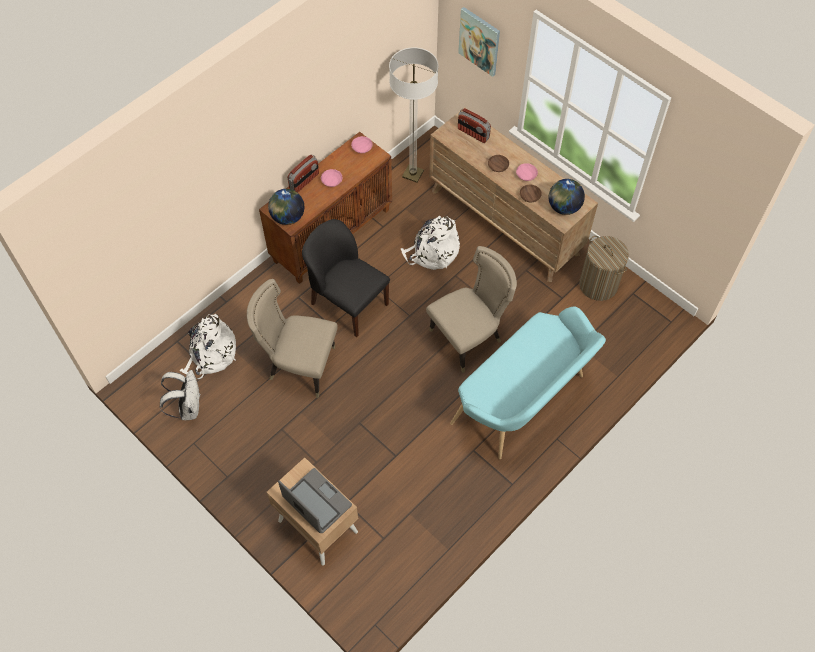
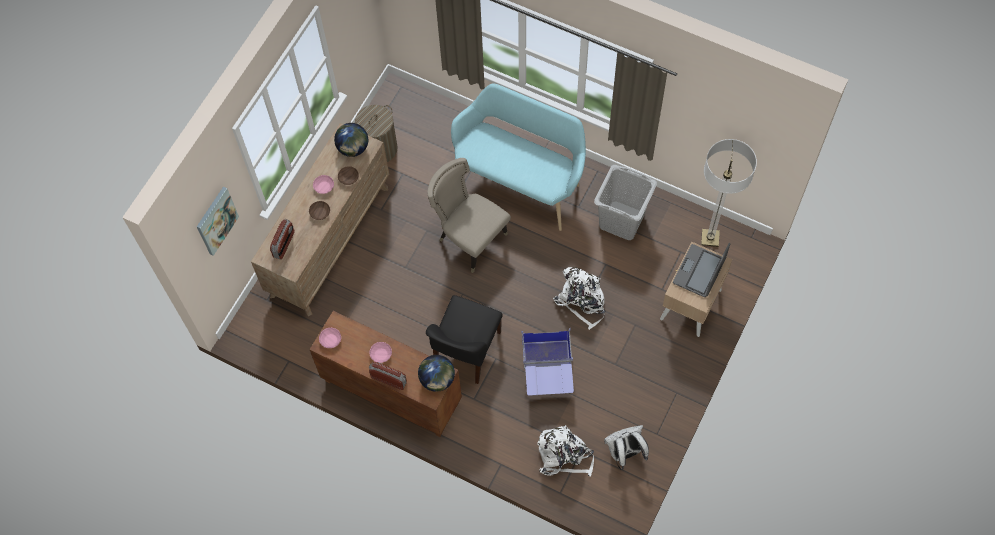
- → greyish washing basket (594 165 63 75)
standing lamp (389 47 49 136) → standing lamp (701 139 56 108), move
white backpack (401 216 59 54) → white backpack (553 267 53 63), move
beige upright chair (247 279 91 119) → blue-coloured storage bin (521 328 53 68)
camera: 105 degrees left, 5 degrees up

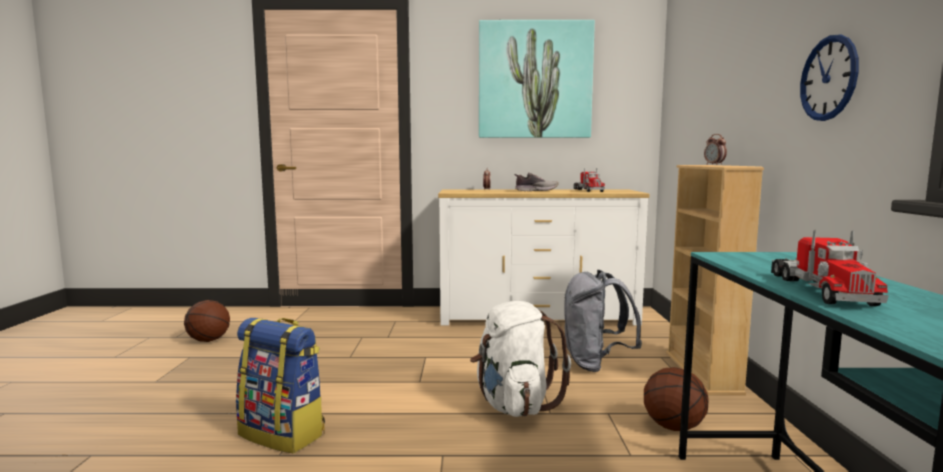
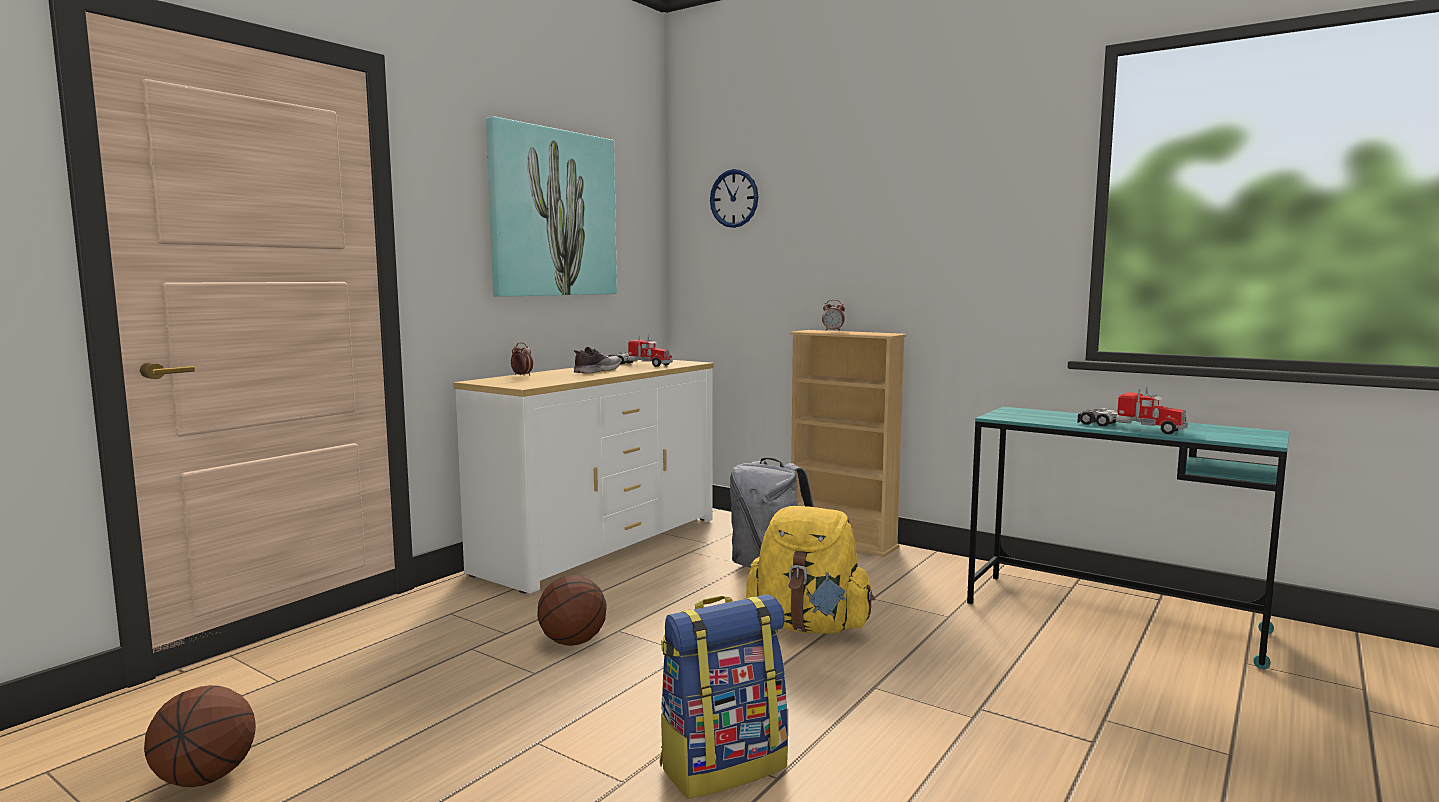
ball for basketball (644 367 65 64) → ball for basketball (537 575 70 71), move
hanging clock (800 35 59 86) → hanging clock (710 169 48 59), move
white backpack (470 301 101 116) → yellow backpack (746 506 129 128)
camera: 55 degrees left, 0 degrees up

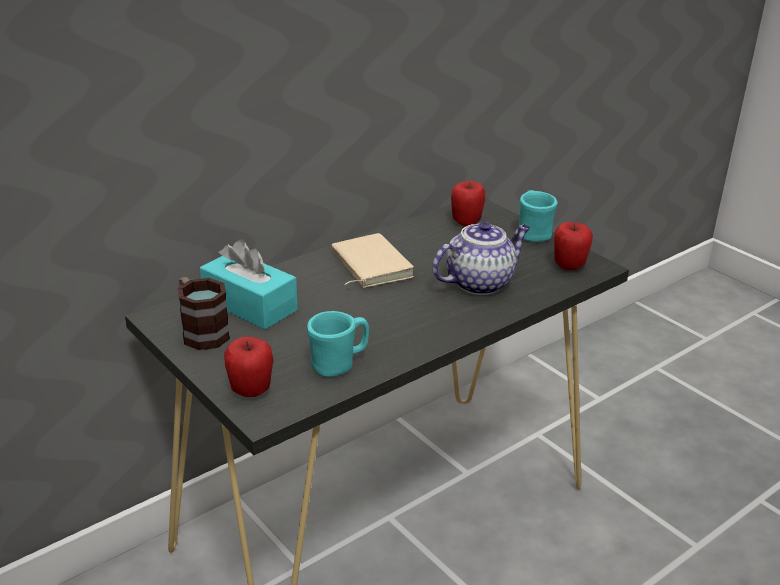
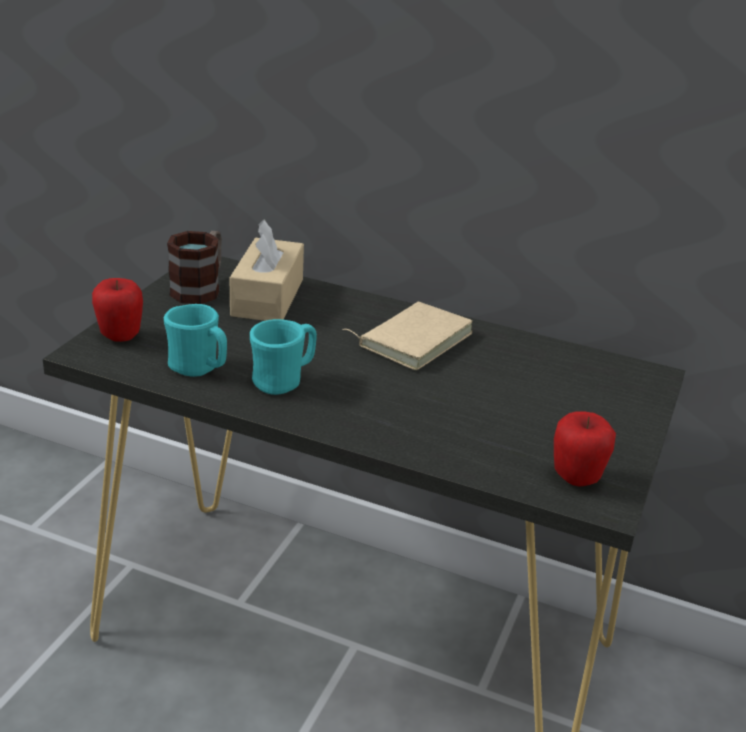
teapot (432 221 98 74) → -
apple (451 181 34 45) → -
blue-green coffee mug (519 190 39 52) → blue-green coffee mug (250 319 67 76), move
blue-green tissue holder (200 239 97 90) → beige tissue holder (230 219 74 102)
camera: 60 degrees right, 0 degrees up

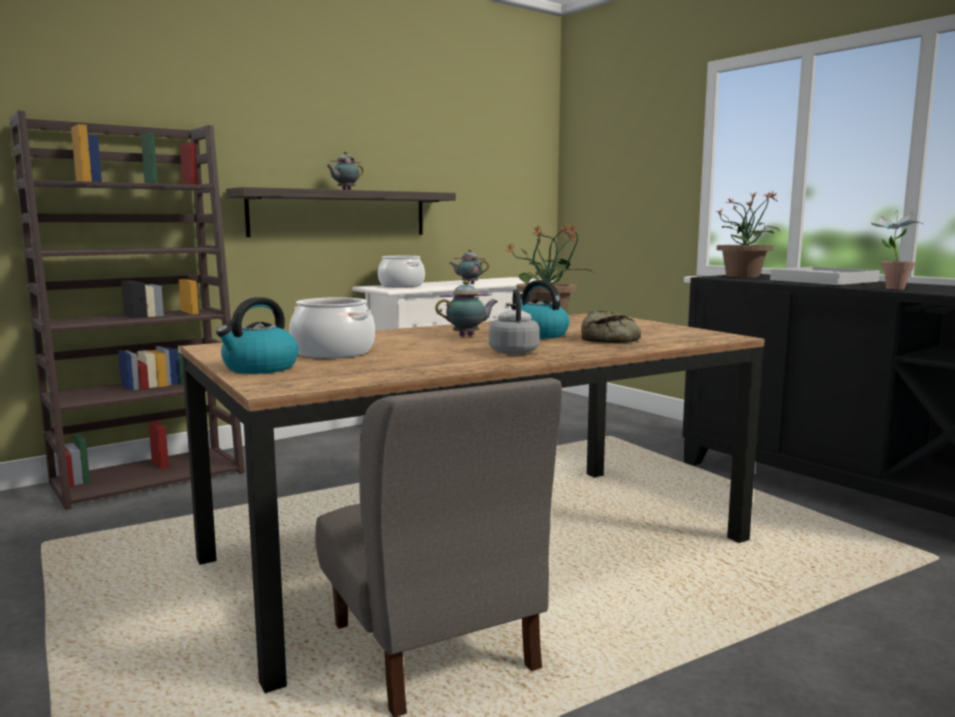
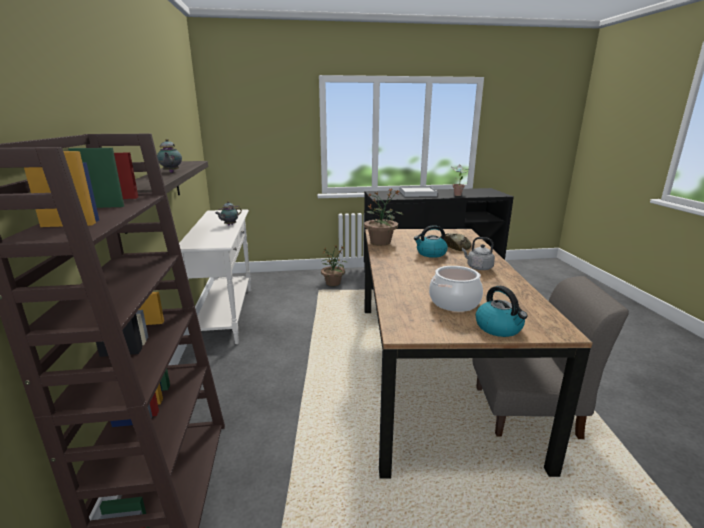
cooking pot (378 256 47 31) → -
teapot (435 281 63 55) → -
potted plant (715 192 65 86) → potted plant (321 244 26 42), move
camera: 60 degrees left, 10 degrees up

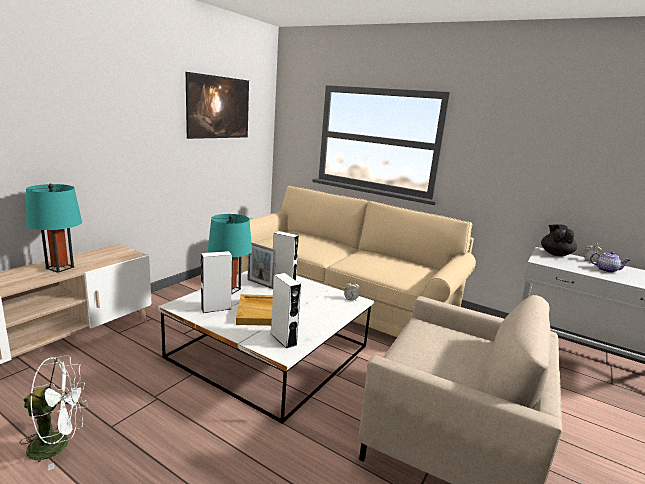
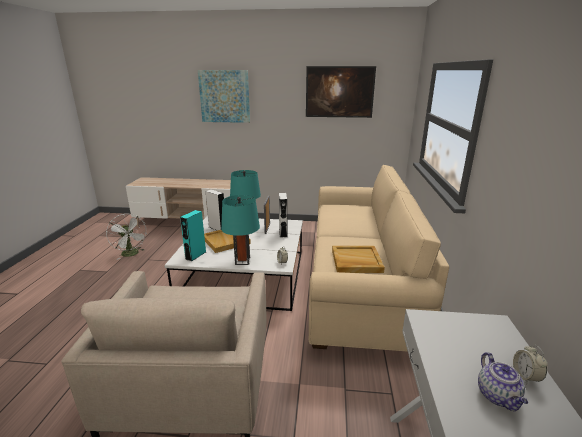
black-coloured teapot (541 225 36 31) → -
- → wall picture (198 70 52 53)
- → beige carrying tray (332 246 53 27)
blue-green table lamp (26 184 56 89) → blue-green table lamp (221 195 39 70), move
white loudspeaker (271 273 30 76) → blue-green loudspeaker (180 210 26 51)
camera: 65 degrees right, 5 degrees up

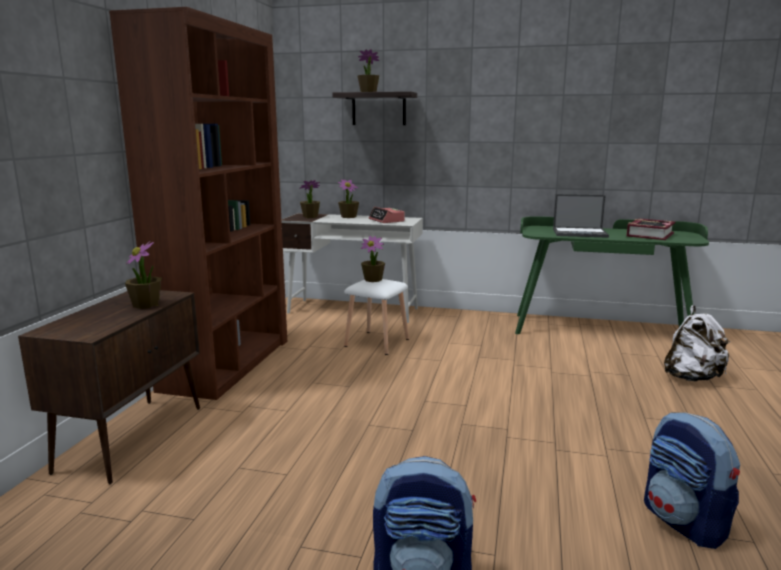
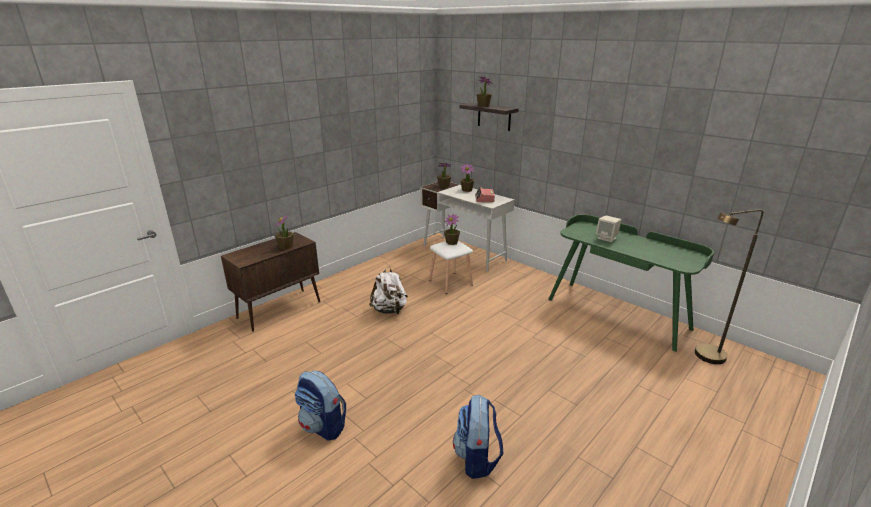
brownish bookcase (109 7 178 393) → -
book (627 218 49 22) → -
- → brownish standing lamp (695 210 69 154)
white backpack (664 305 67 76) → white backpack (369 266 39 48), move
notebook computer (553 194 56 44) → beige loudspeaker (596 216 25 26)
camera: 30 degrees right, 10 degrees up

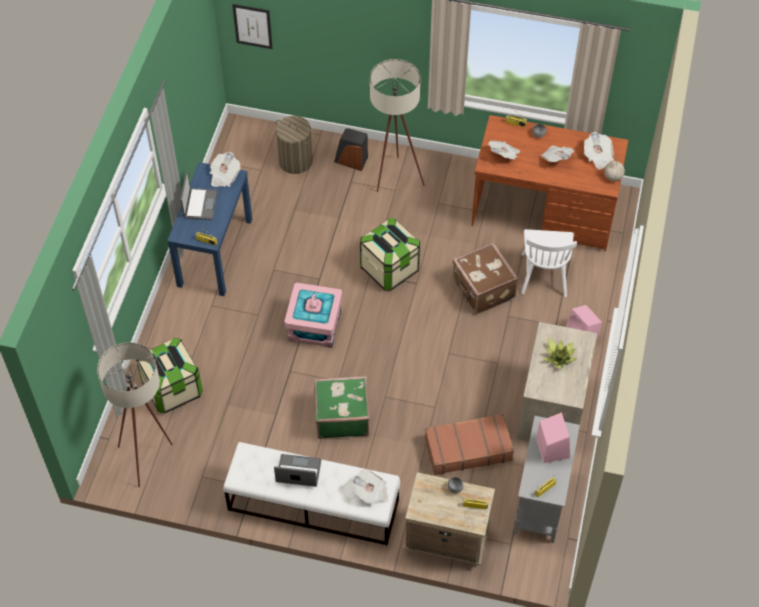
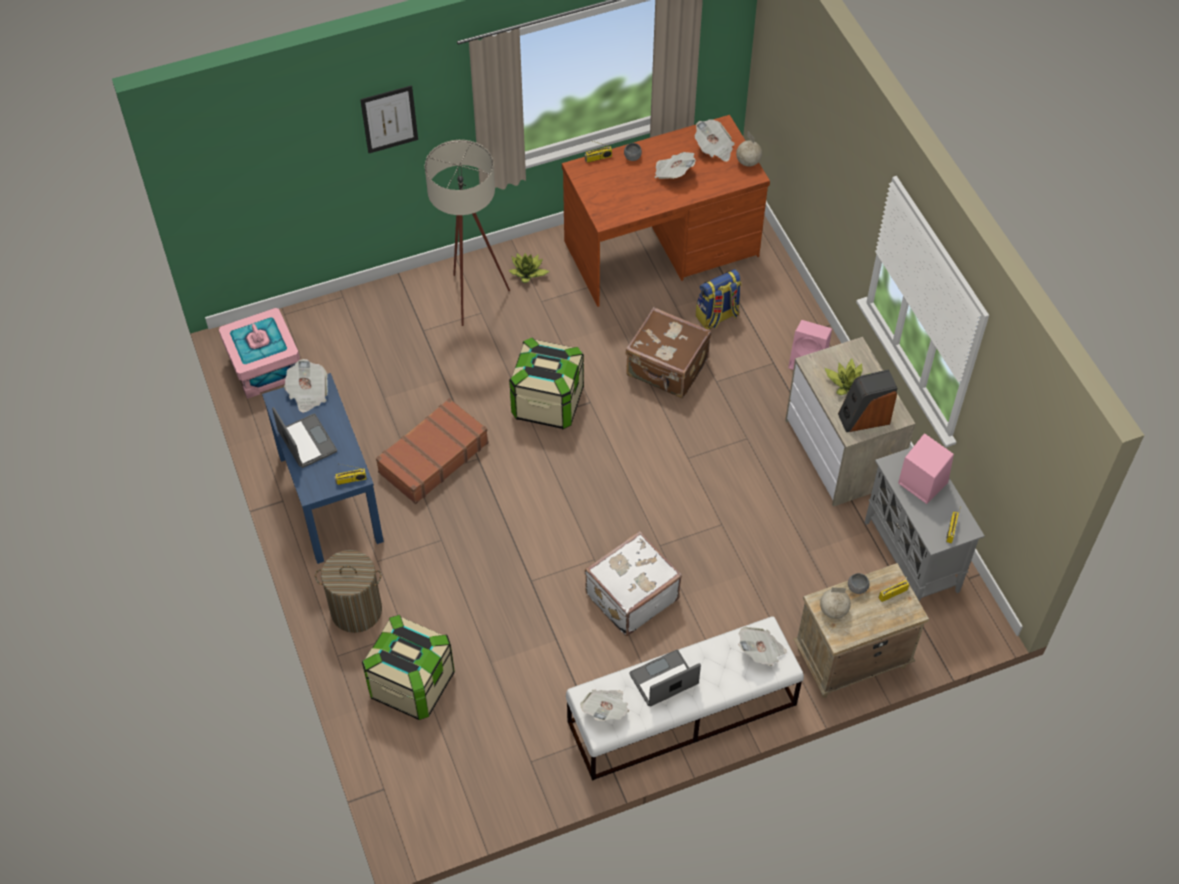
beige standing lamp (97 343 76 144) → -
- → potted plant (509 253 40 30)
- → desk globe (820 587 31 32)
wall picture (232 4 41 45) → wall picture (360 85 58 68), move
washing basket (275 116 38 58) → washing basket (315 550 67 83), move
pinkish storage bin (284 283 59 65) → pinkish storage bin (219 308 81 91), move
loudspeaker (334 128 34 43) → loudspeaker (838 369 59 63), move
brownish suitcase (425 414 89 61) → brownish suitcase (376 398 113 106), move
printed paper (488 141 33 19) → printed paper (580 690 49 31), move
white upright chair (521 229 56 68) → backpack (696 269 46 60)
green suitcase (314 376 56 63) → white suitcase (585 531 97 105)
camera: 35 degrees left, 0 degrees up

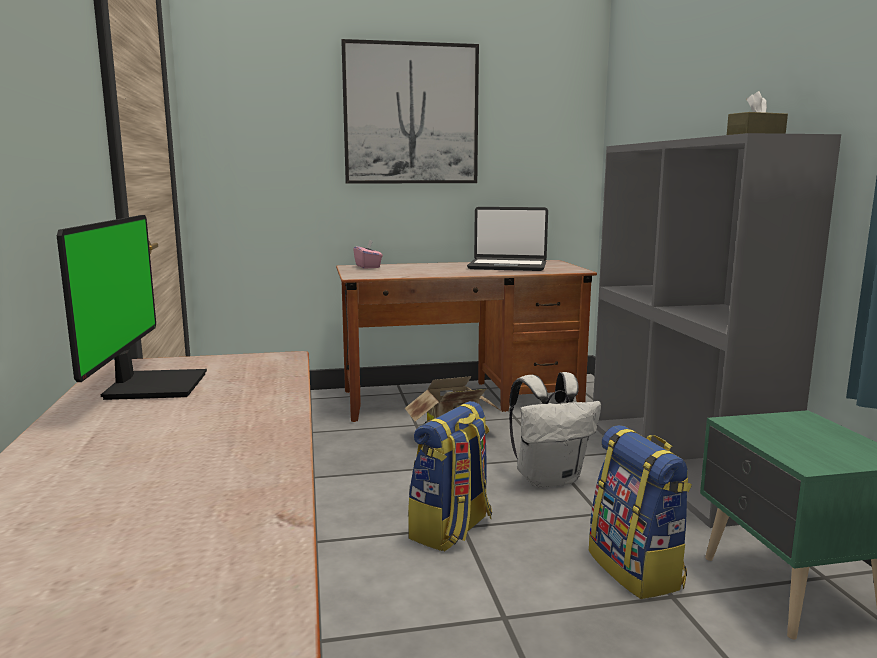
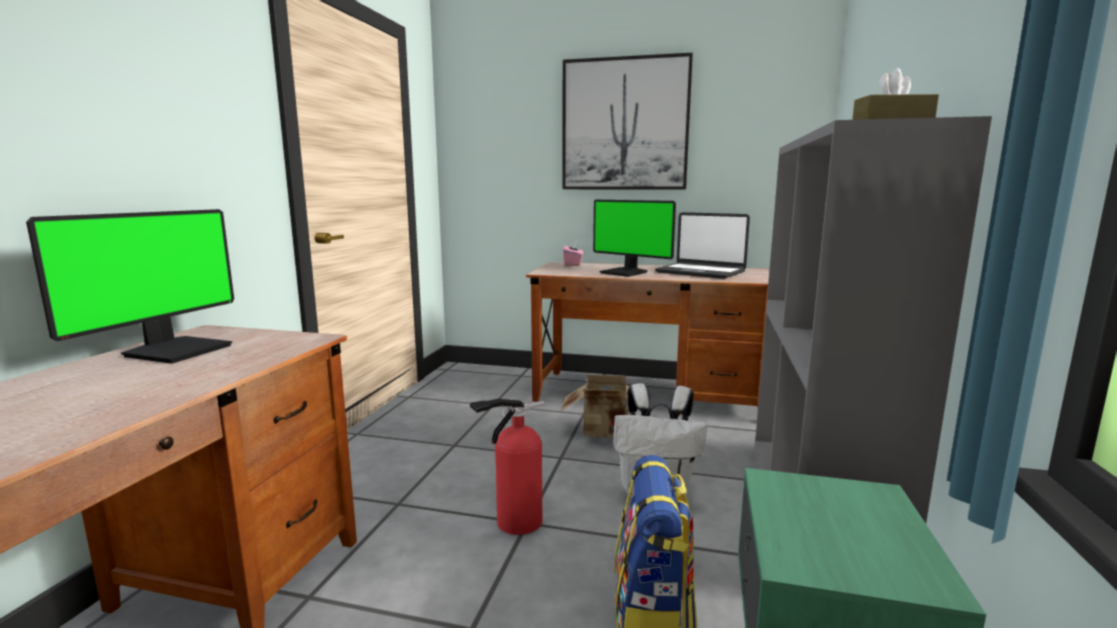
- → computer screen (593 200 83 77)
backpack (408 401 84 151) → extinguisher (470 399 74 136)
camera: 25 degrees right, 0 degrees up

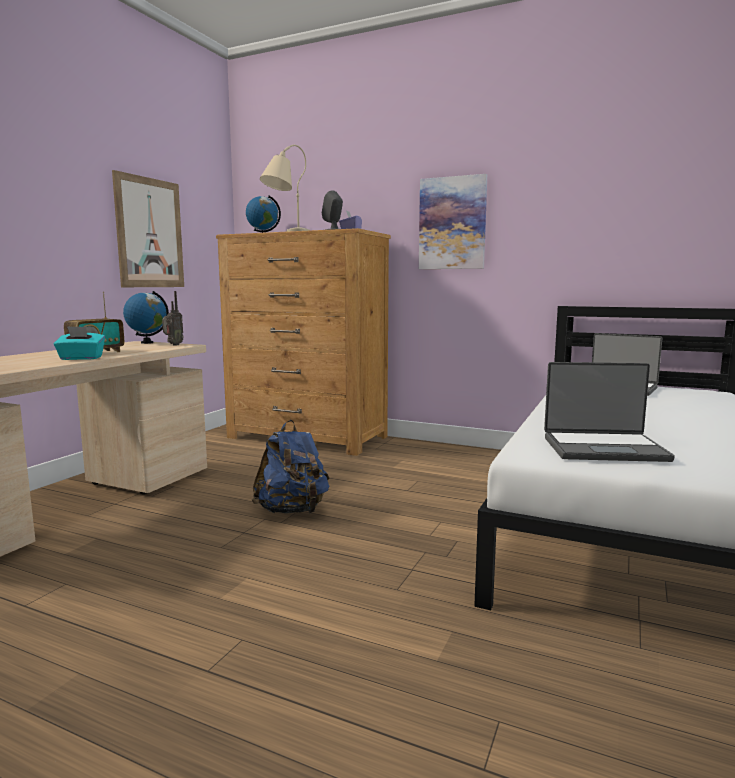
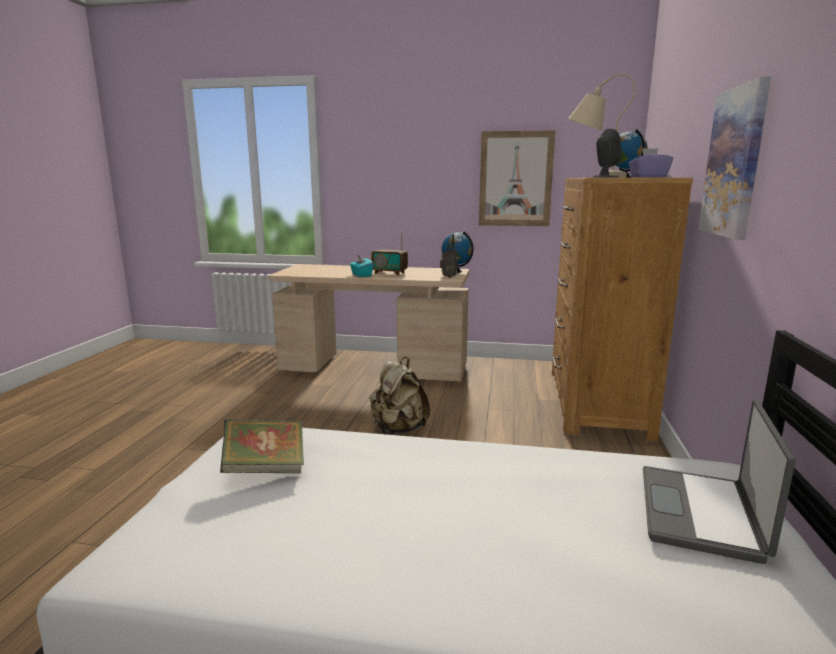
notebook computer (544 362 131 100) → book (220 419 84 54)
blue-coloured backpack (252 420 77 94) → beige backpack (369 357 61 78)
camera: 75 degrees right, 5 degrees up

